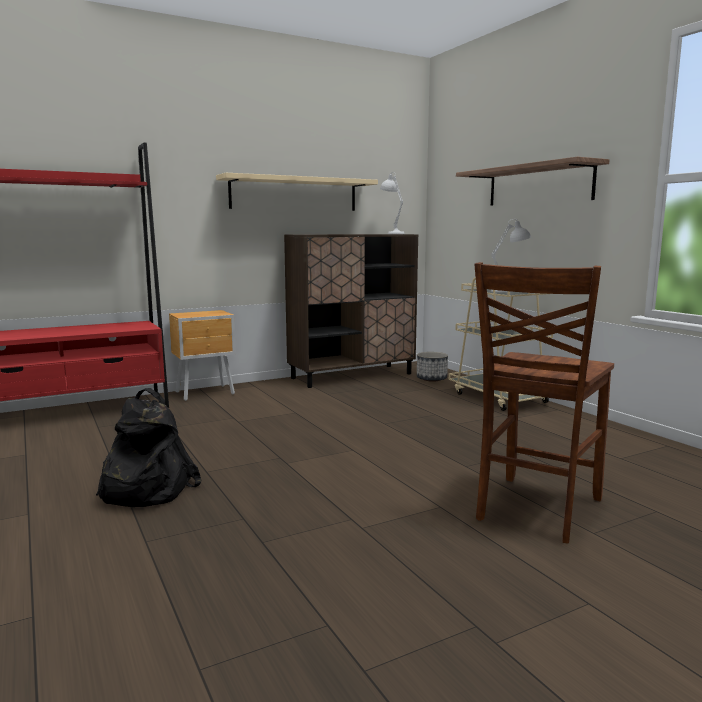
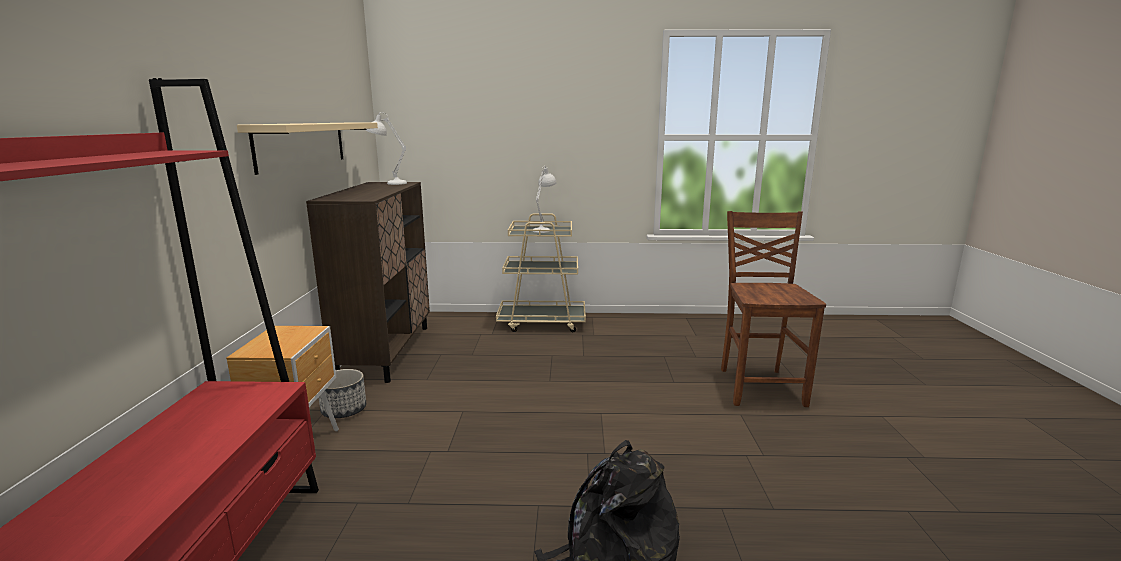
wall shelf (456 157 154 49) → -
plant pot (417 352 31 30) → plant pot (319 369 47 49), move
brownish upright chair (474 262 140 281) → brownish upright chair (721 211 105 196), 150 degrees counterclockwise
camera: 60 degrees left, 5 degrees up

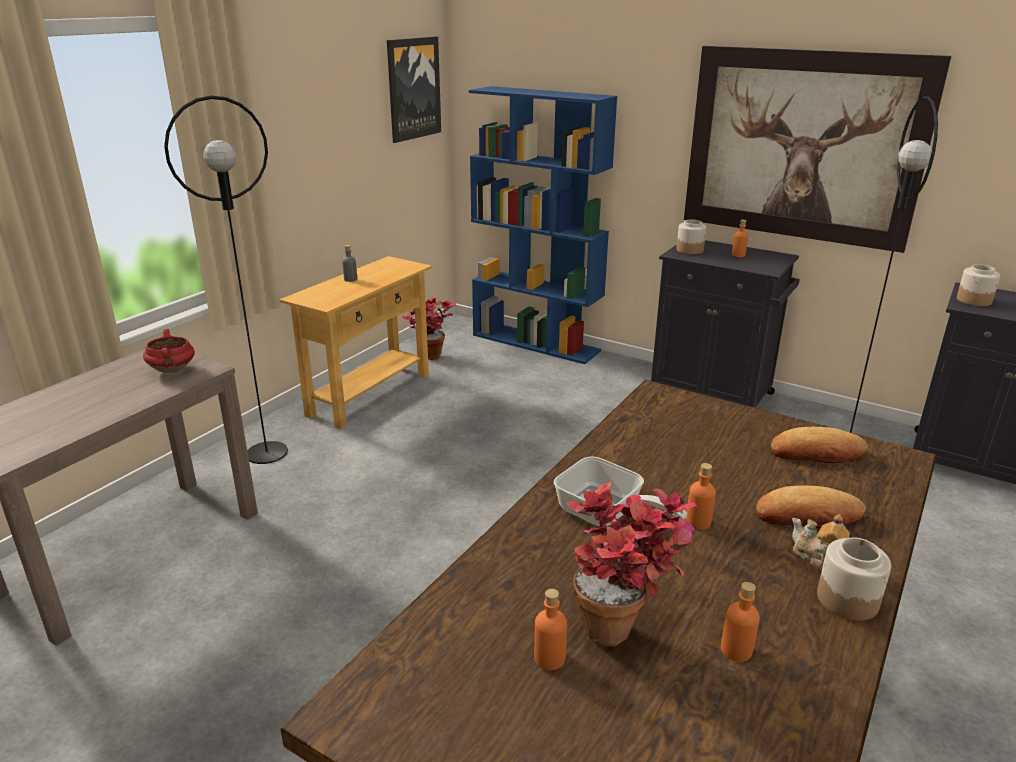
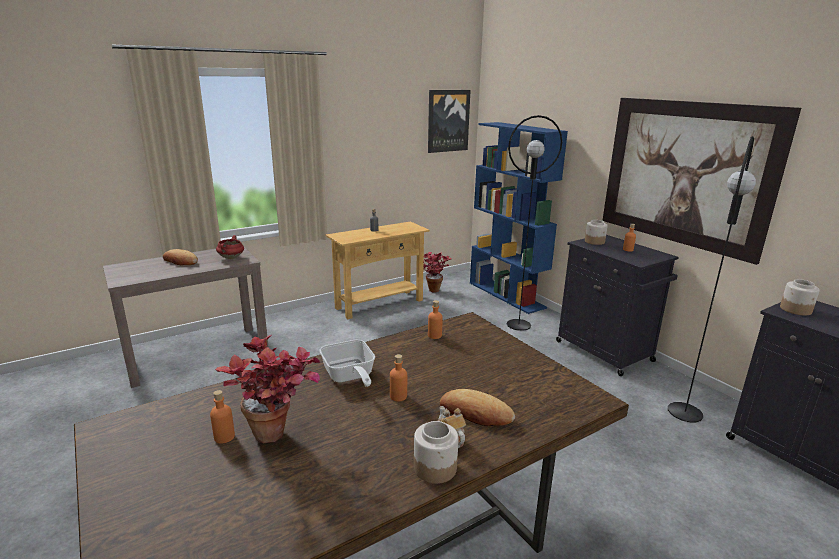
black-coloured standing lamp (164 96 124 368) → black-coloured standing lamp (507 115 55 216), move
orangey drink bottle (721 582 39 80) → orangey drink bottle (428 300 15 39), move
baked bread (771 427 97 36) → baked bread (163 249 35 16), move
camera: 25 degrees right, 5 degrees down

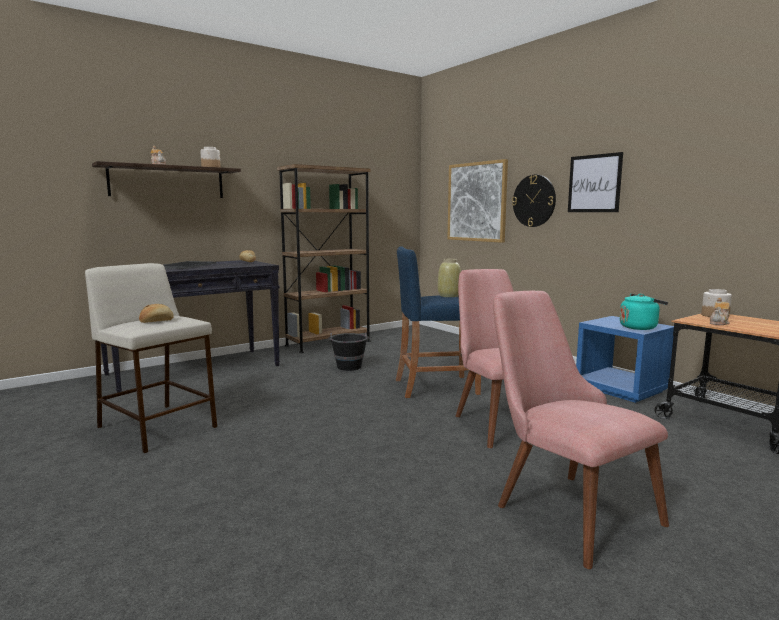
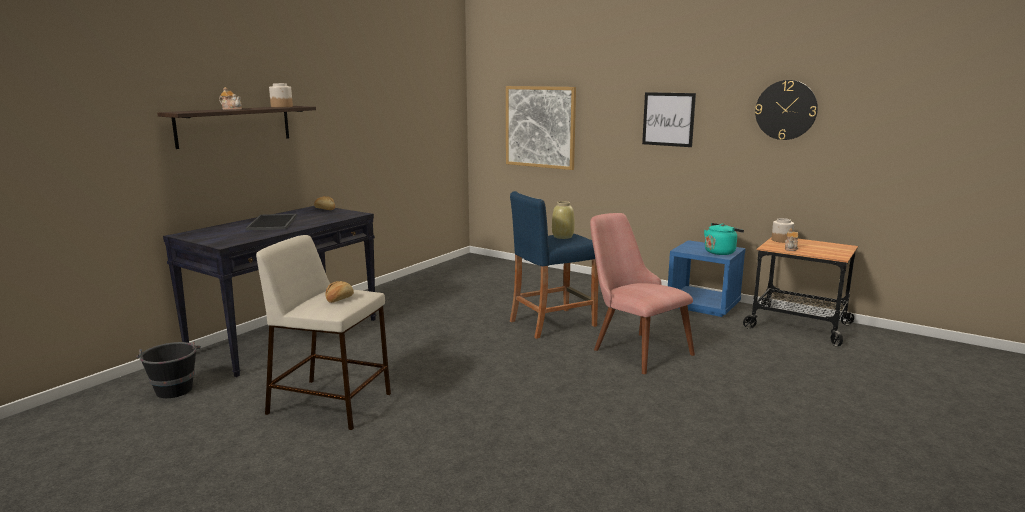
brownish bookcase (277 164 94 189) → -
pinkish upright chair (493 291 176 278) → -
black-coloured pail (328 332 41 39) → black-coloured pail (136 341 65 57), move
hanging clock (512 175 44 52) → hanging clock (755 80 63 60), move
camera: 20 degrees left, 5 degrees up

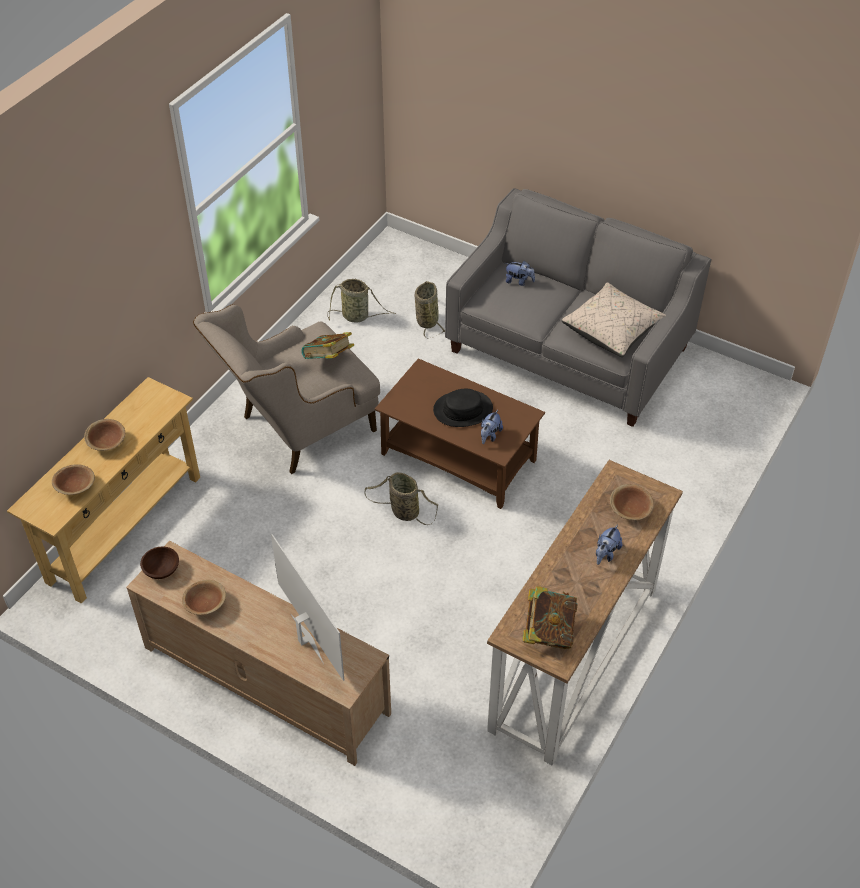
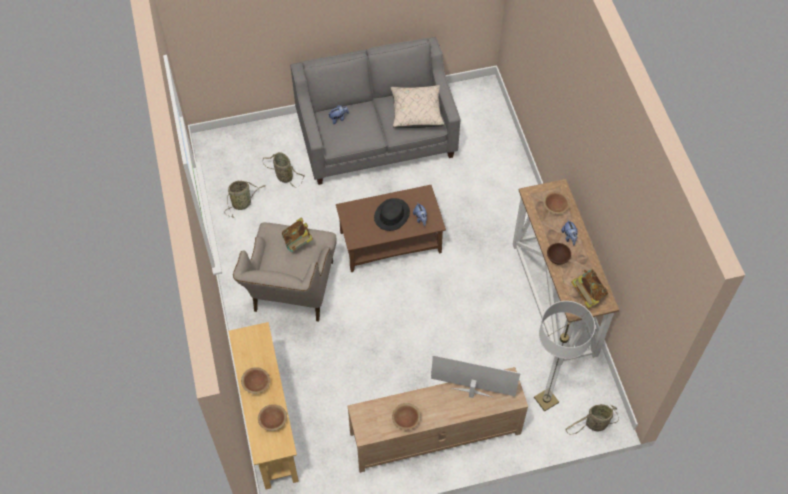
- → standing lamp (534 301 61 111)
brownish bowl (140 547 39 32) → brownish bowl (547 243 24 22), move
household basket (364 472 74 53) → household basket (565 404 54 31), move
camera: 45 degrees left, 10 degrees up

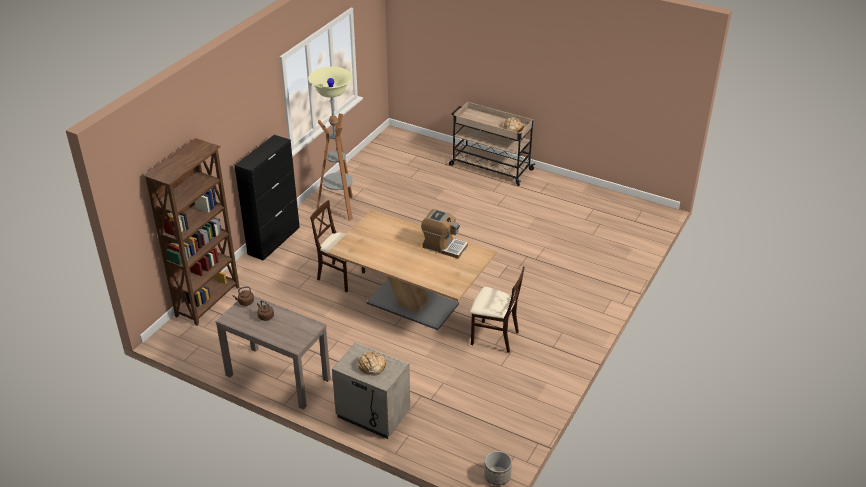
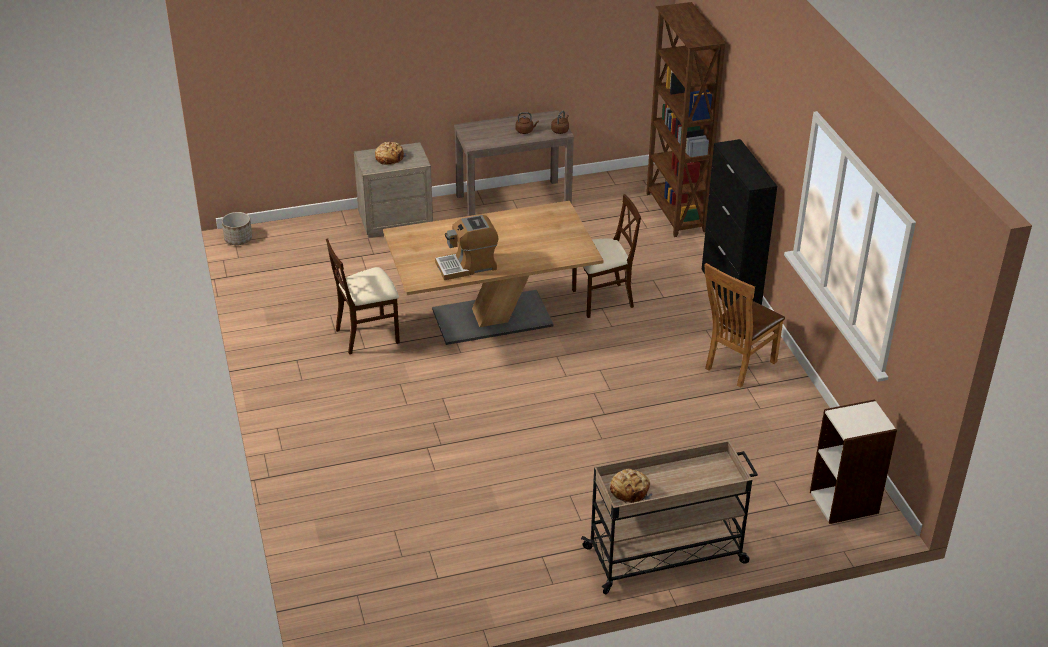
- → bookcase (810 400 87 124)
standing lamp (308 66 45 155) → brownish upright chair (704 263 81 125)
camera: 135 degrees right, 0 degrees up

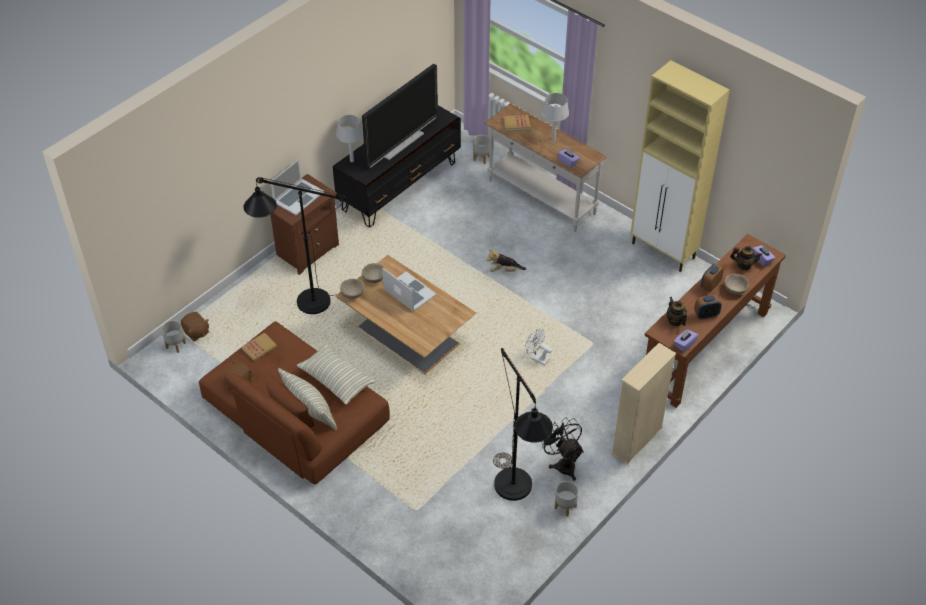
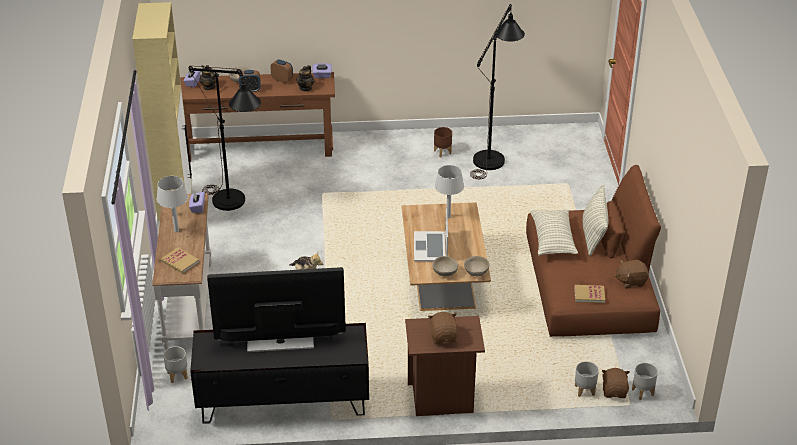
white fan (525 328 27 38) → -
beige bookcase (611 343 65 121) → -
black-coloured standing lamp (244 177 102 137) → black-coloured standing lamp (189 66 72 145), move
greyish table lamp (336 115 27 47) → greyish table lamp (435 165 29 53), move
greyish plant pot (555 481 23 35) → greyish plant pot (575 361 24 36), move
notebook computer (271 158 53 57) → brownish cuddly toy (428 312 30 32)
black-coloured fan (541 417 43 64) → brownish plant pot (434 127 18 30)
camera: 135 degrees left, 10 degrees down

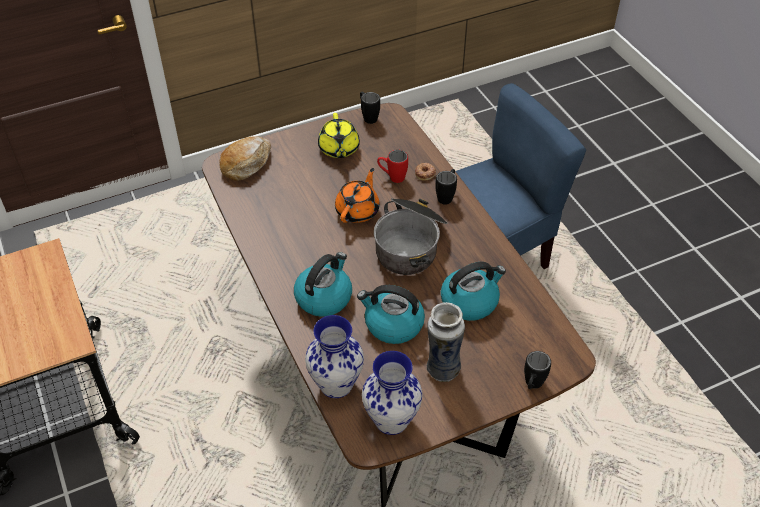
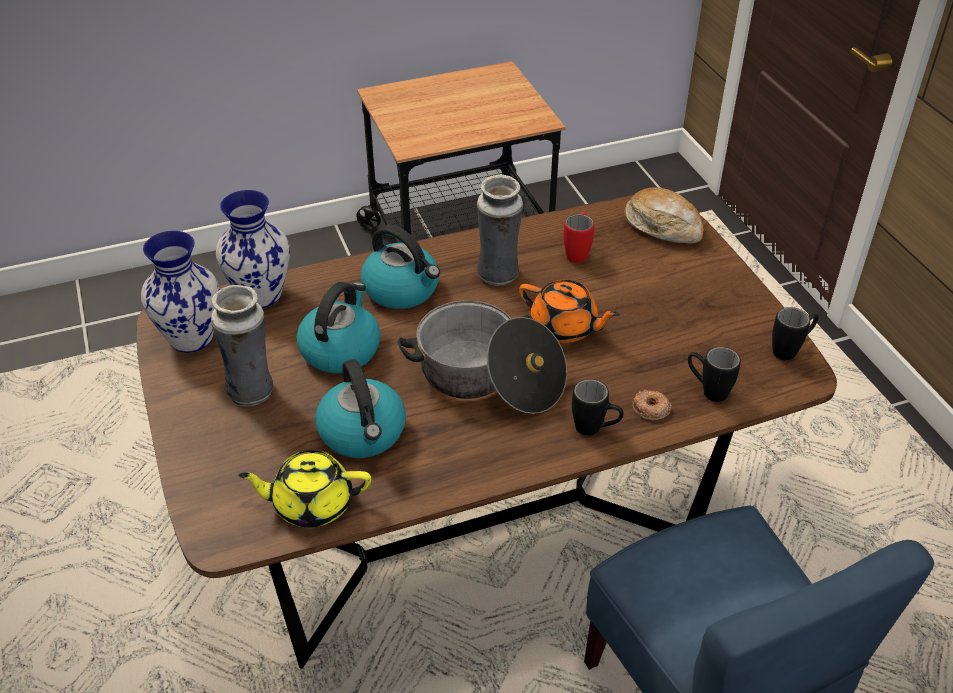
- → decorative vase (477 174 46 112)
yellow teapot (318 113 42 45) → yellow teapot (238 450 133 77), move
reddish coffee mug (377 150 31 33) → reddish coffee mug (563 212 32 51), move
black-coloured coffee mug (524 351 27 38) → black-coloured coffee mug (688 347 53 55), move
camera: 95 degrees right, 5 degrees down

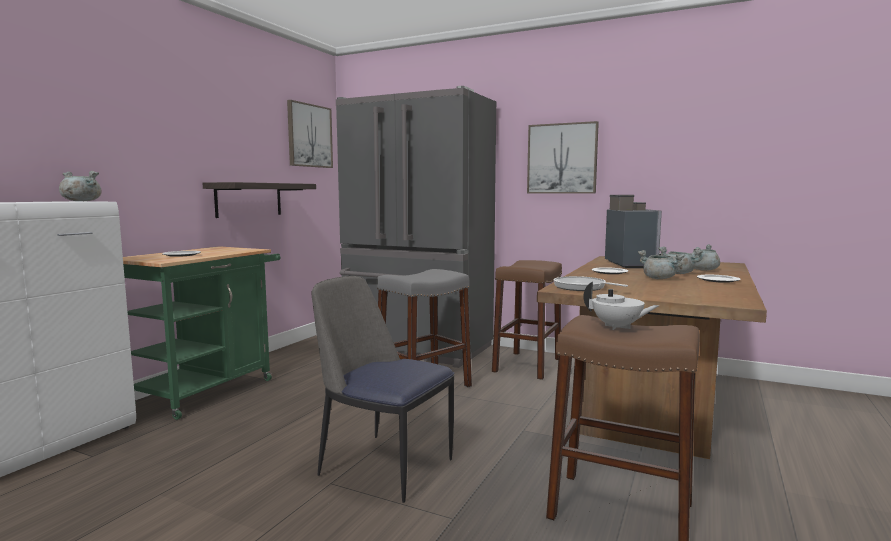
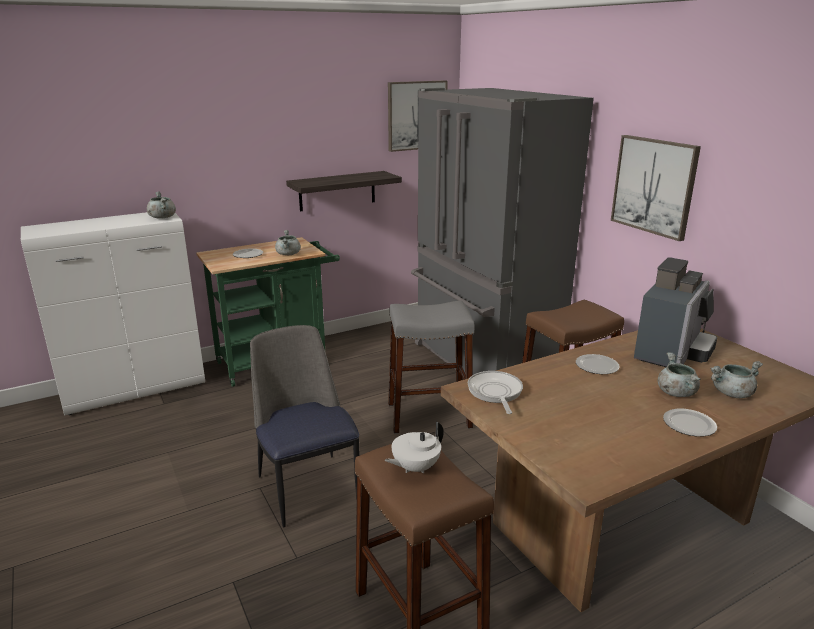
greyish cooking pot (638 250 47 29) → greyish cooking pot (275 230 26 25), move
white teapot (583 282 76 48) → white teapot (385 422 59 51), 75 degrees clockwise
camera: 35 degrees right, 15 degrees up

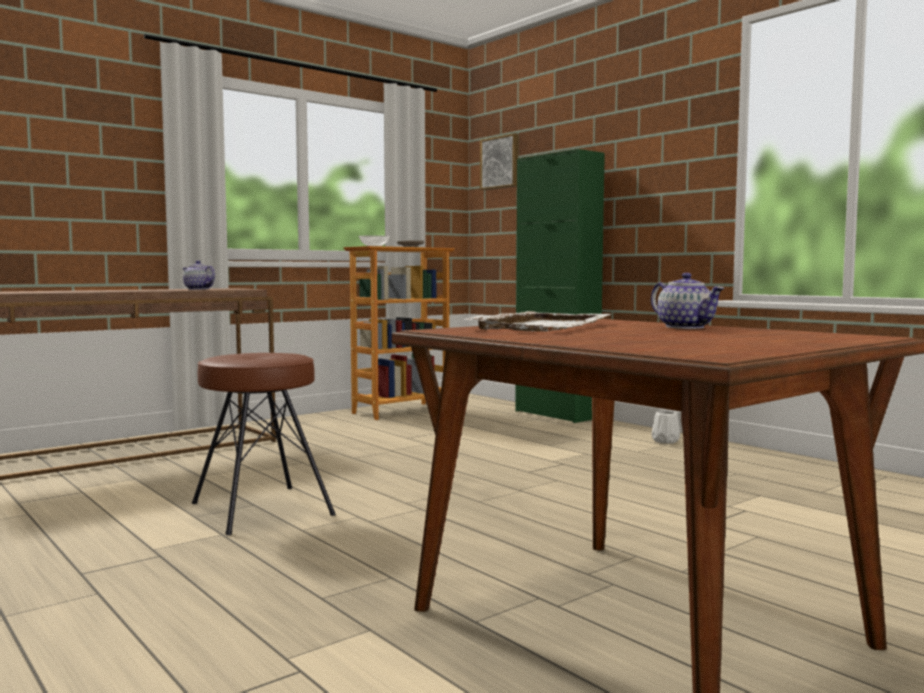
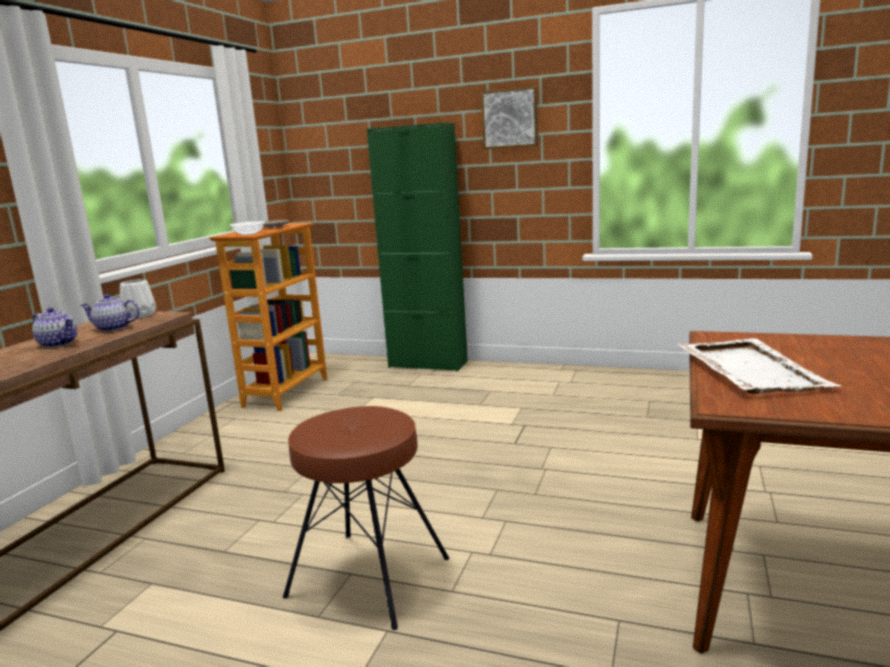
wall picture (480 134 38 56) → wall picture (481 86 57 63), move
teapot (651 273 73 56) → teapot (32 307 46 41), move
white decorative vase (652 411 28 33) → white decorative vase (120 279 36 40), move
camera: 30 degrees left, 10 degrees up

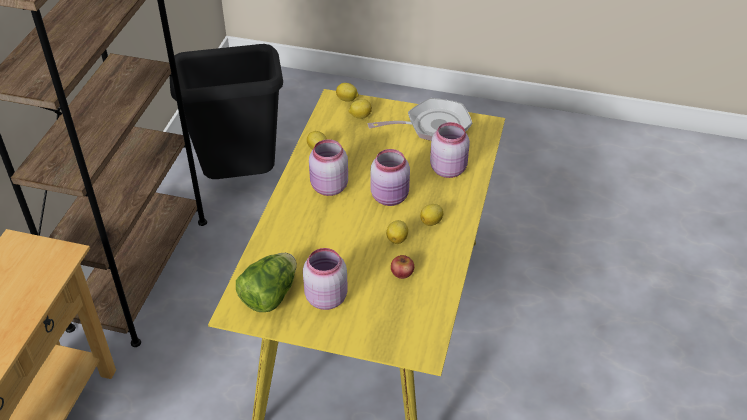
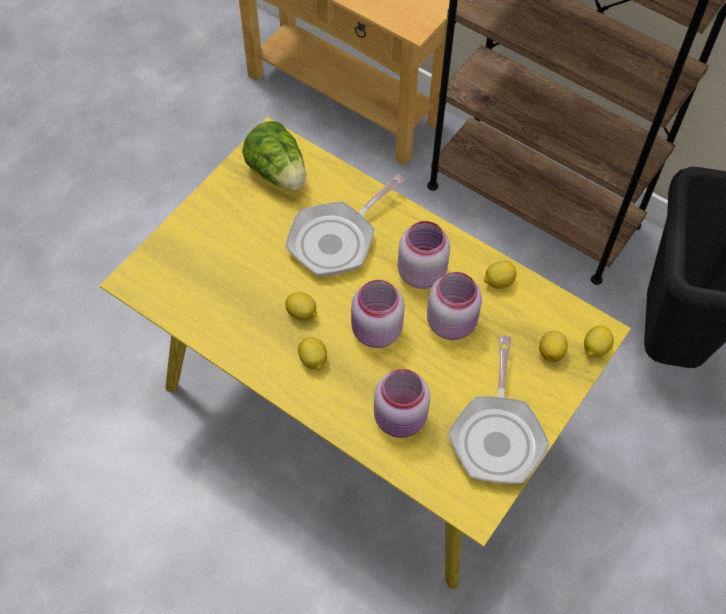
apple (391 255 23 24) → -
- → skillet (285 174 120 103)
pinkish jar (303 248 45 62) → pinkish jar (427 272 55 68), move
camera: 110 degrees right, 15 degrees up

